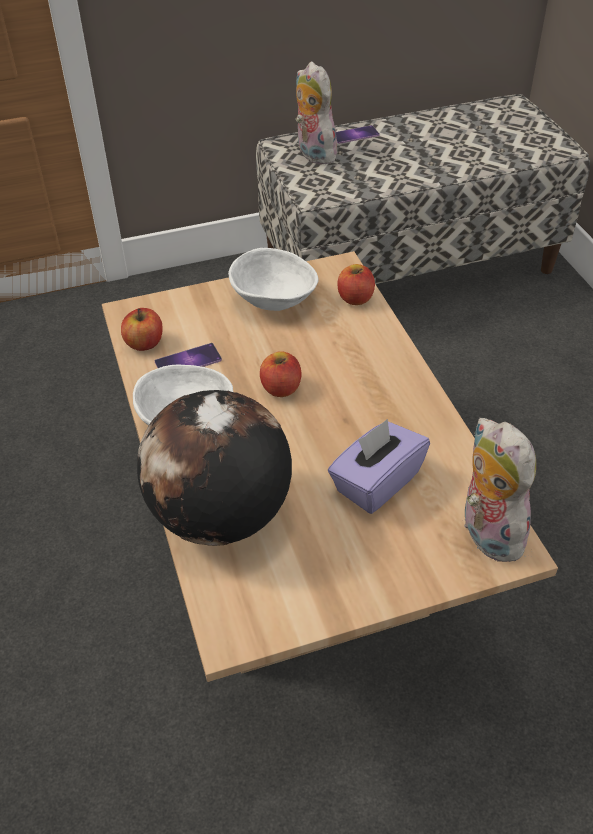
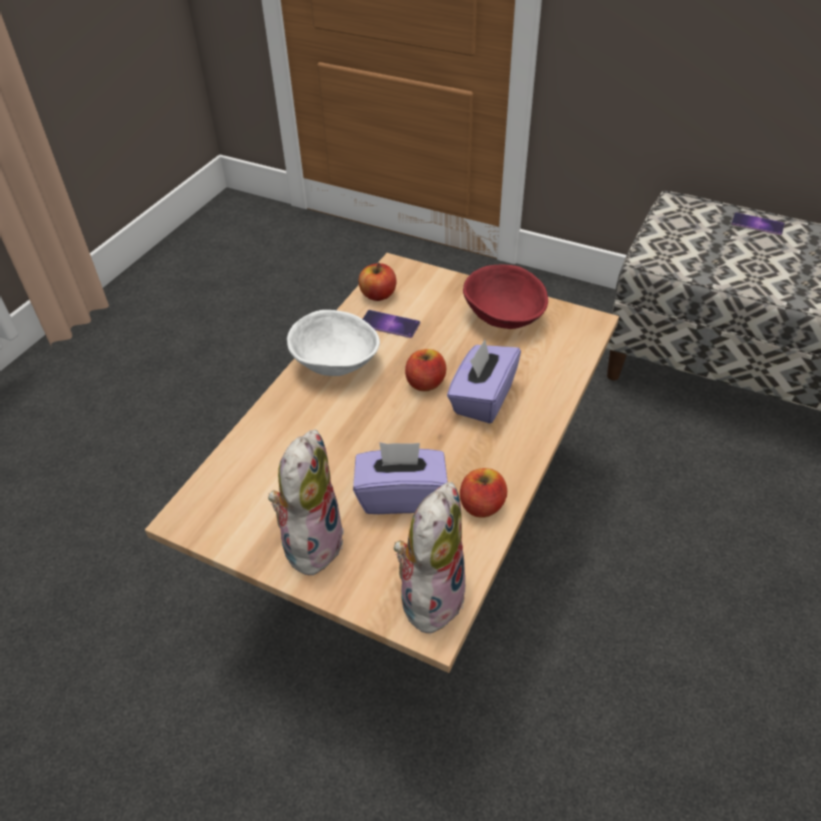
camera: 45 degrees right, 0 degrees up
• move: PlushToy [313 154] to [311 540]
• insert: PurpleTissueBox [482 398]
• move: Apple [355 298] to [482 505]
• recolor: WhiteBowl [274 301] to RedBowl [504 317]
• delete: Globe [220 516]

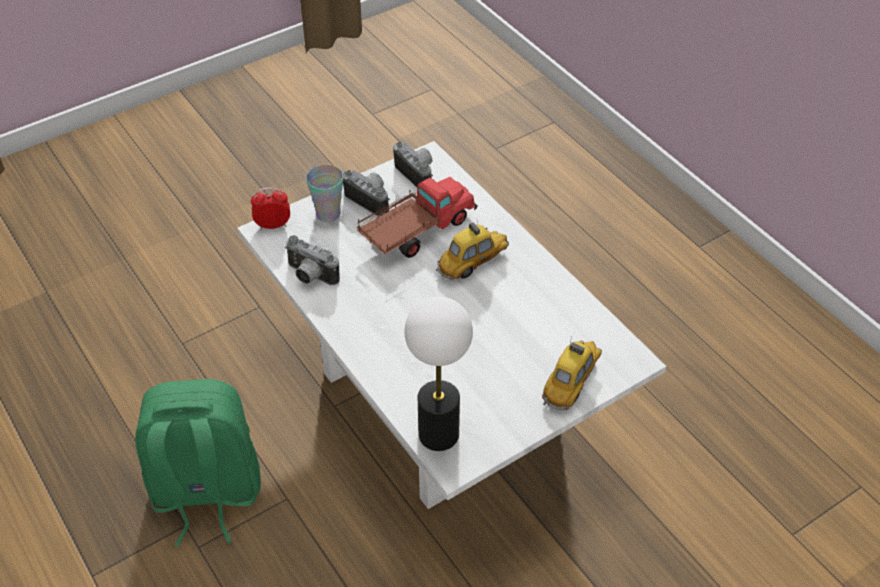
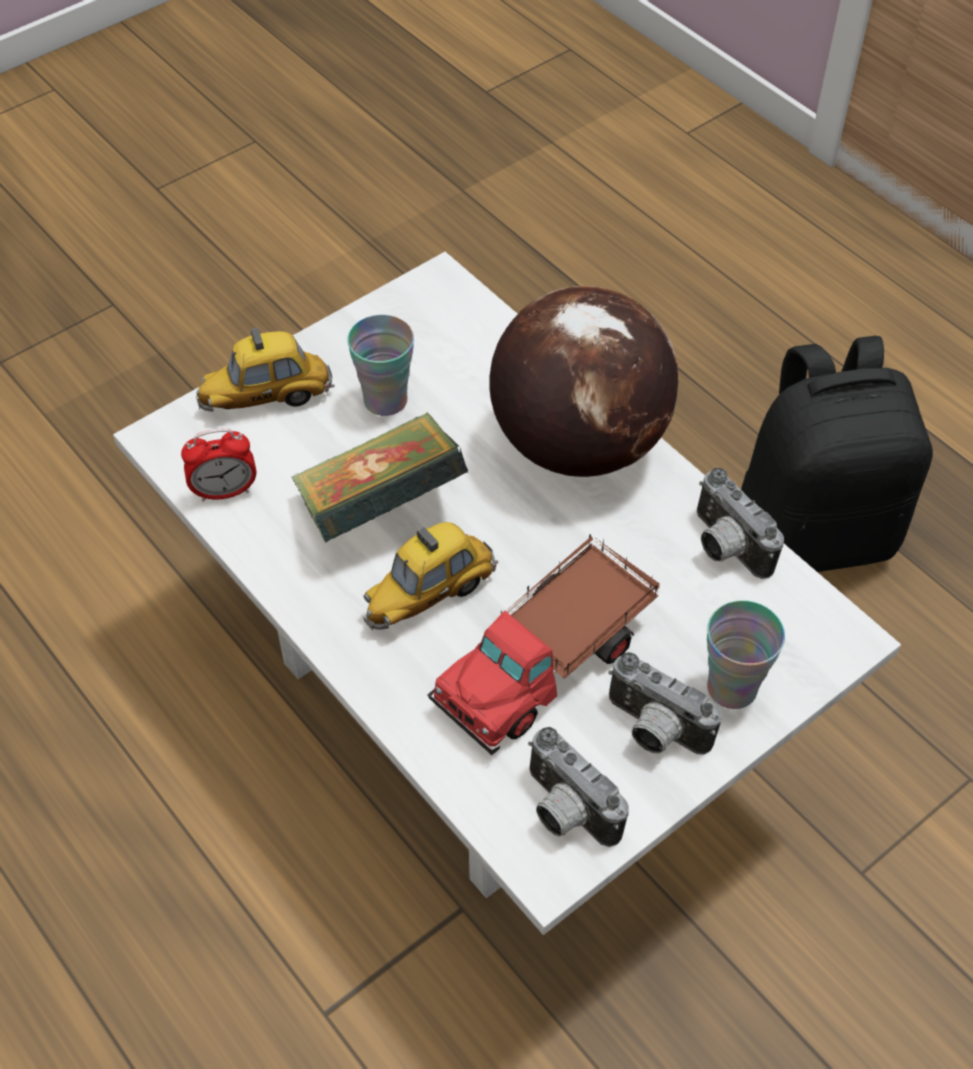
camera: 175 degrees right, 5 degrees up
• move: AlarmClock [273 225] to [225 491]
• rotate: ToyCar [572 382] = [266 398] 45 degrees clockwise
• insert: Book [381 508]
• insert: Cup [385 400]
• insert: Globe [577 443]
• rotate: PhotoCamera [309 276] = [724 547] 150 degrees counterclockwise
• recolor: GreenBackpack [206 492] to BlackBackpack [814 531]
• delete: TableLamp [438 433]

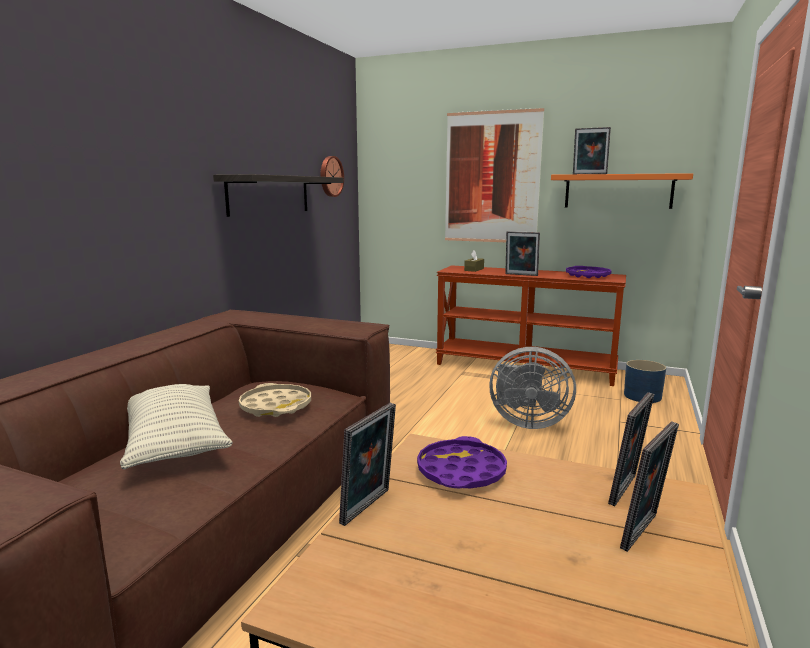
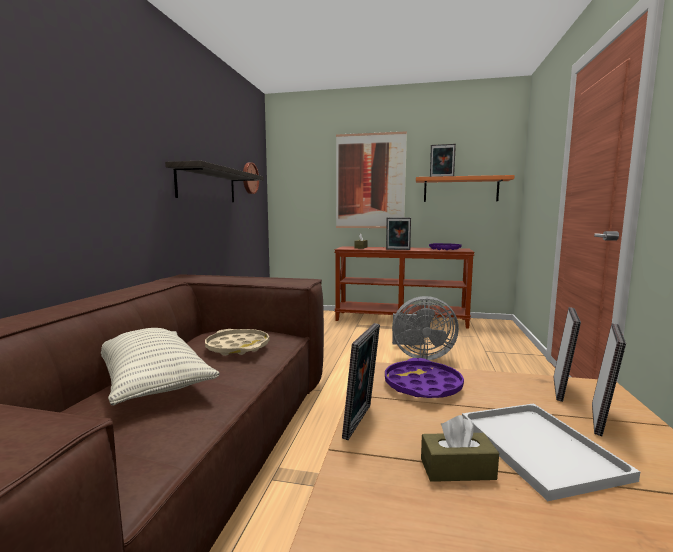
camera: 10 degrees left, 5 degrees down
• insert: BrownTissueBox [457 469]
• insert: WhiteTray [542 449]
• delete: BluePlanter [642 396]

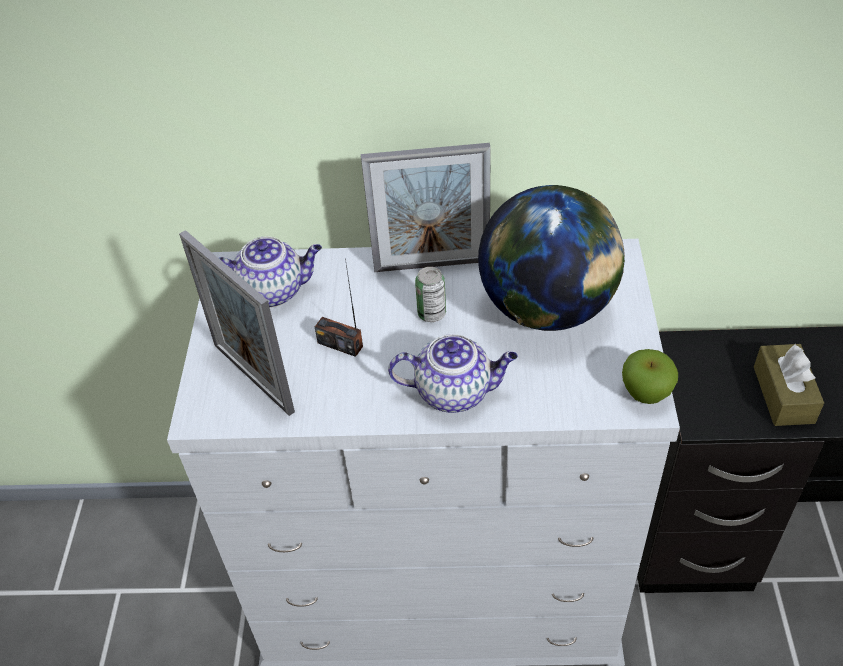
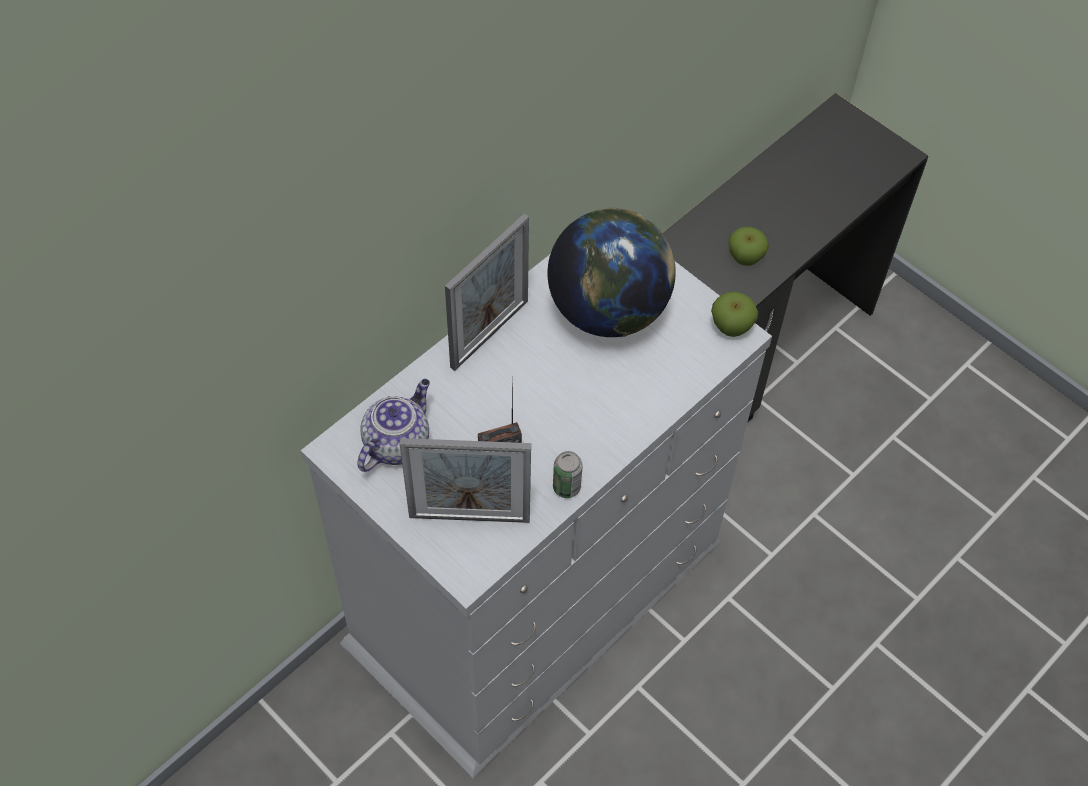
camera: 50 degrees left, 10 degrees up
• move: Can [431 314] to [566 487]
• replace: BrownTissueBox [783 394] to Apple [745 258]
• delete: Teapot [455 392]

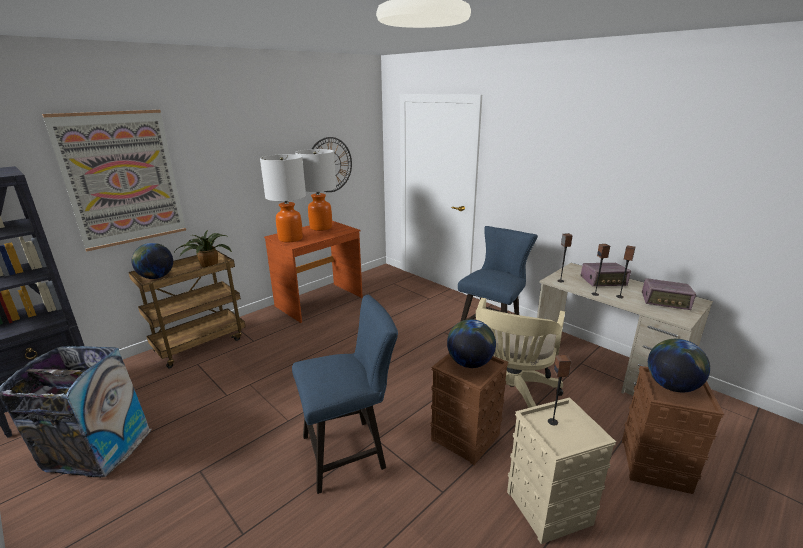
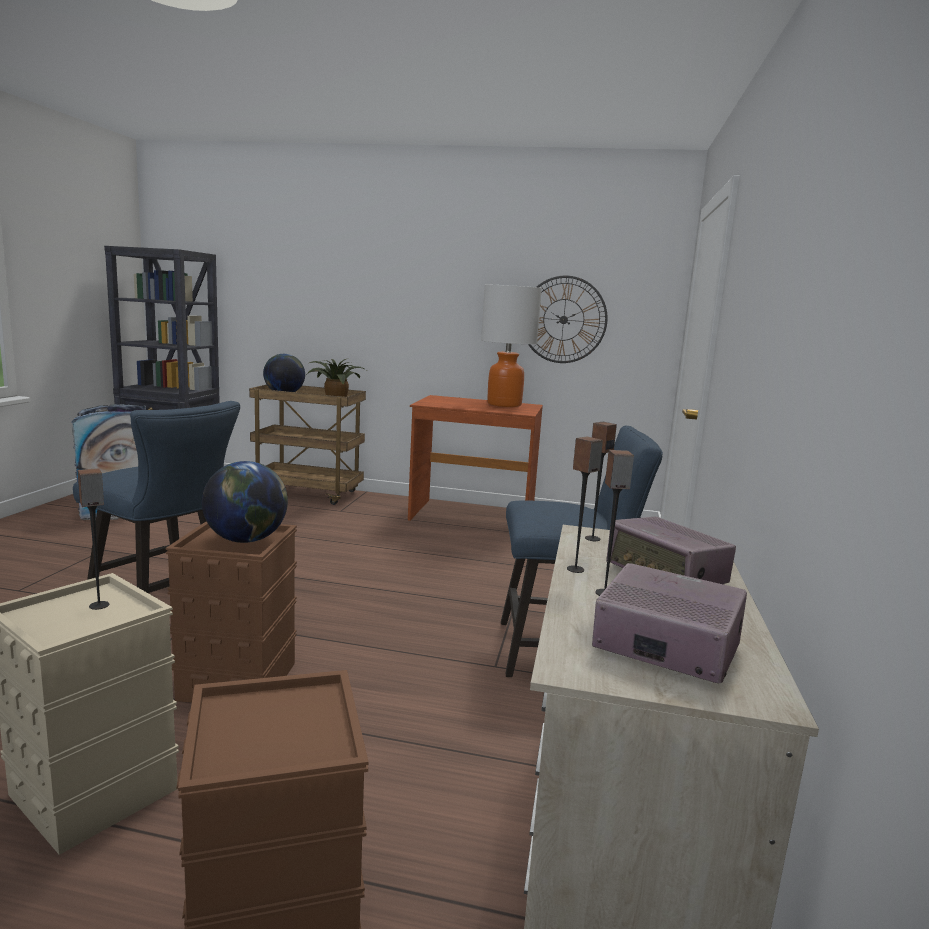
camera: 55 degrees right, 10 degrees down
• rotate: Radio [665 302] = [664 647] 135 degrees clockwise
• delete: Picture [122 179]
• delete: TableLamp [290 239]
• delete: BeigeOfficeChair [510 394]
• delete: Globe [671 386]

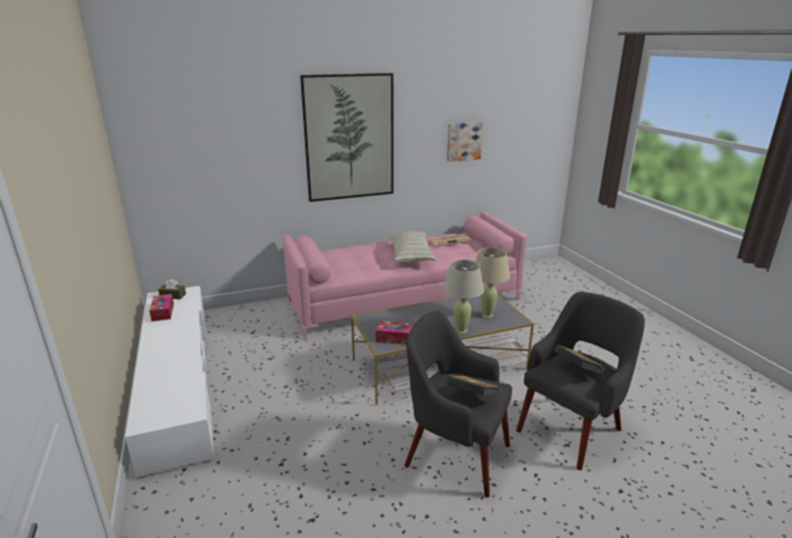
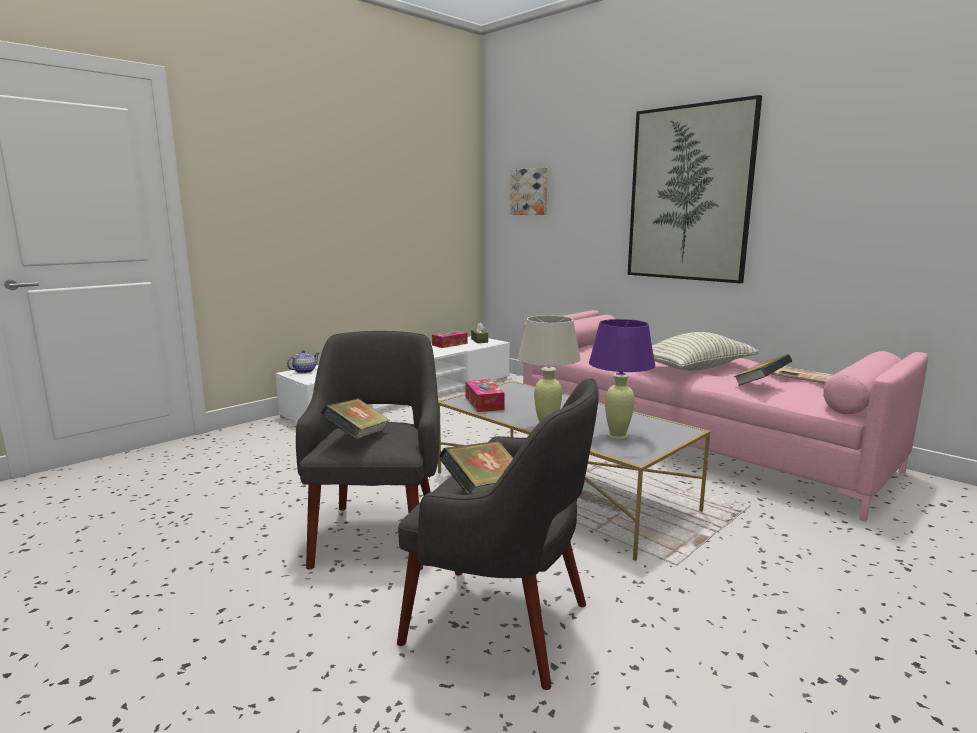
camera: 65 degrees right, 10 degrees down
• insert: Teapot [304 371]
• move: Picture [463 141] to [530 192]
• recolor: BeigeTableLamp [487 314] to PurpleTableLamp [618 436]
• insert: Book [761 385]

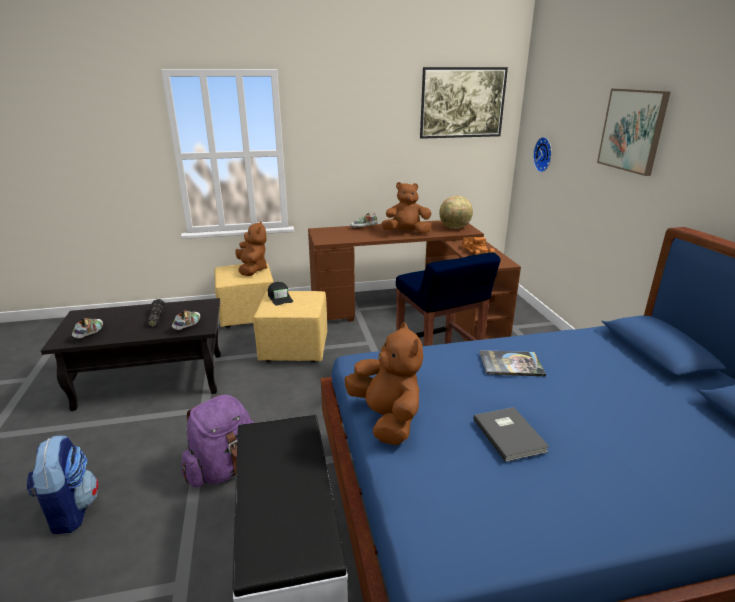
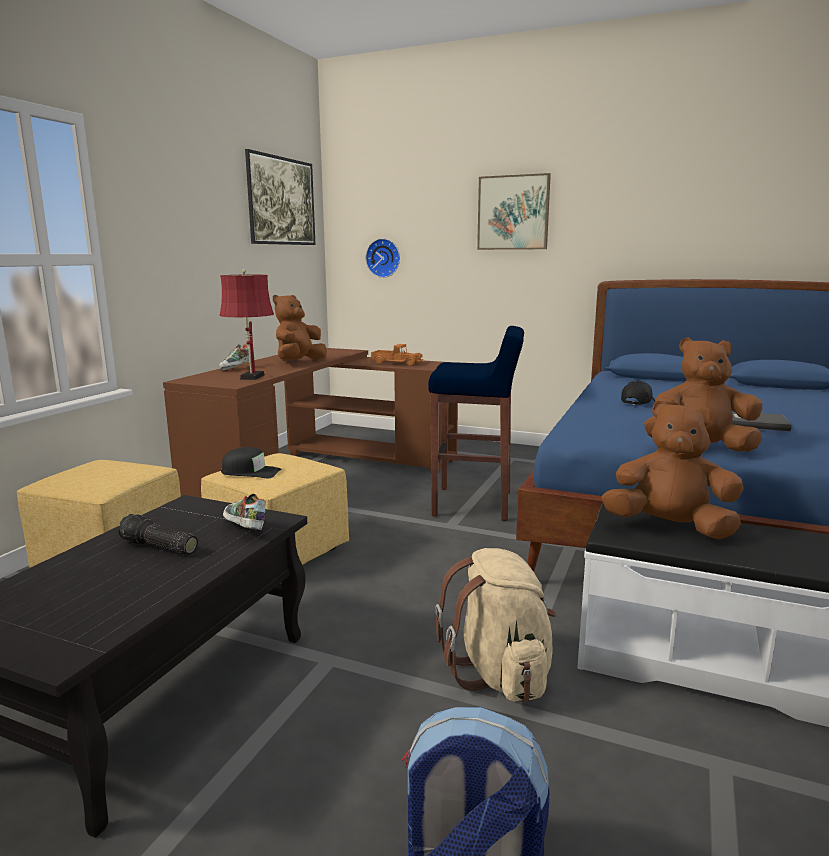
camera: 55 degrees left, 10 degrees down
• insert: RedTableLamp [251 377]
• recolor: PurpleBackpack [225 468] to BeigeBackpack [500 673]
• move: BrownPlushToy [252 270] to [669 527]
• replace: Book [511 364] to BlackCap [637 402]
• delete: Shoe [89 334]
• delete: Globe [455 228]

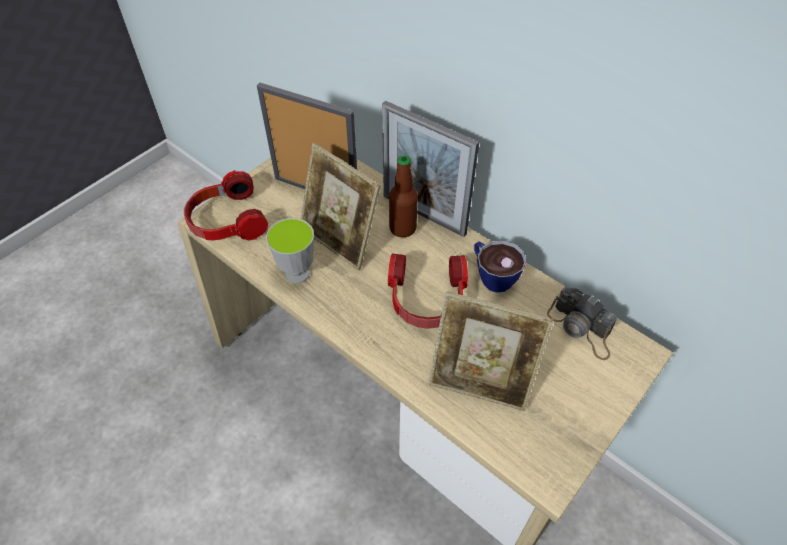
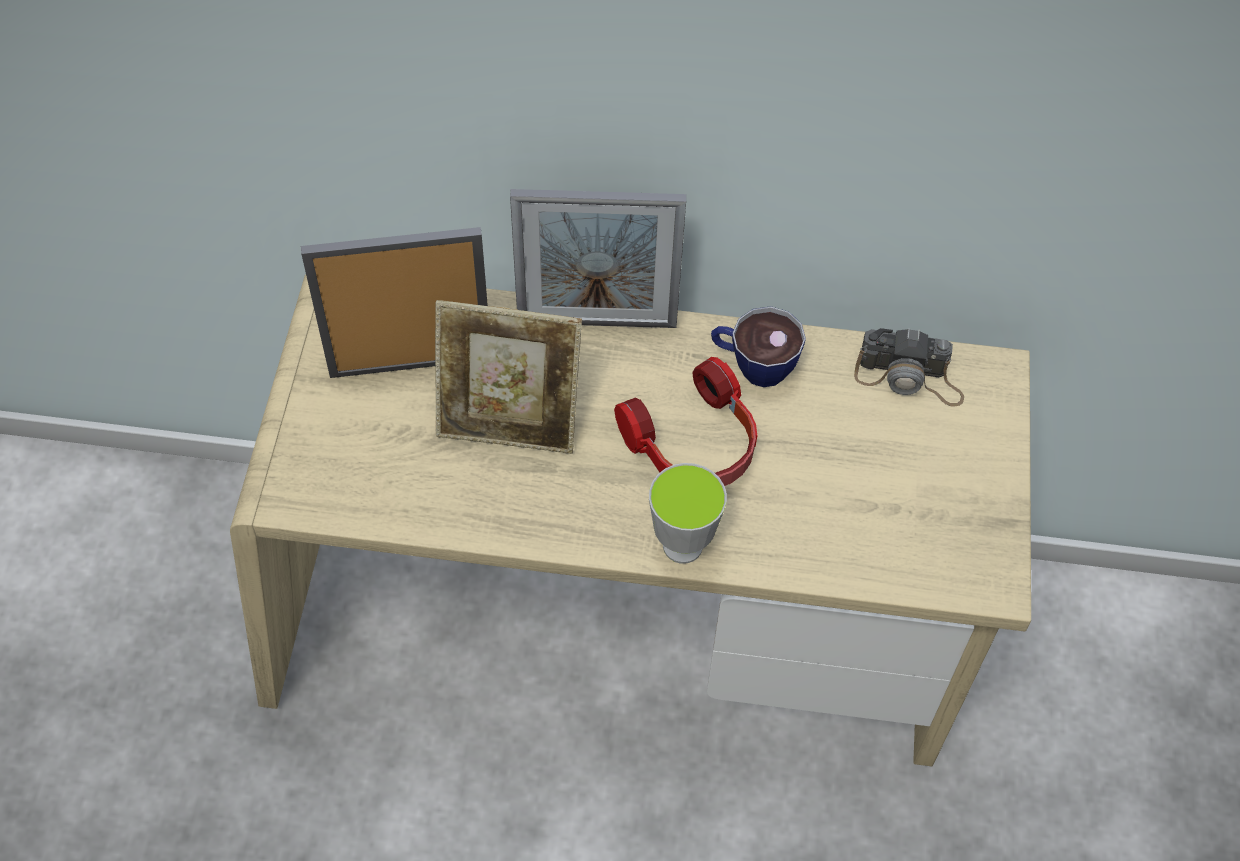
camera: 35 degrees left, 5 degrees up
• move: Cup [297 274] to [682 545]
• delete: Headphones [226 221]
• delete: Bottle [402 228]
• delete: PictureFrame [480 381]

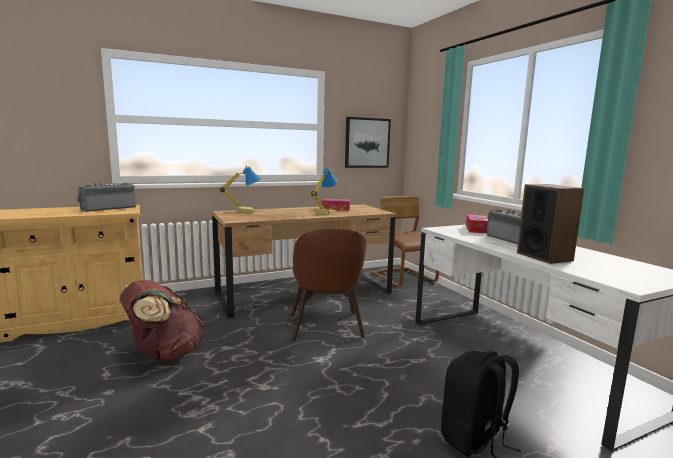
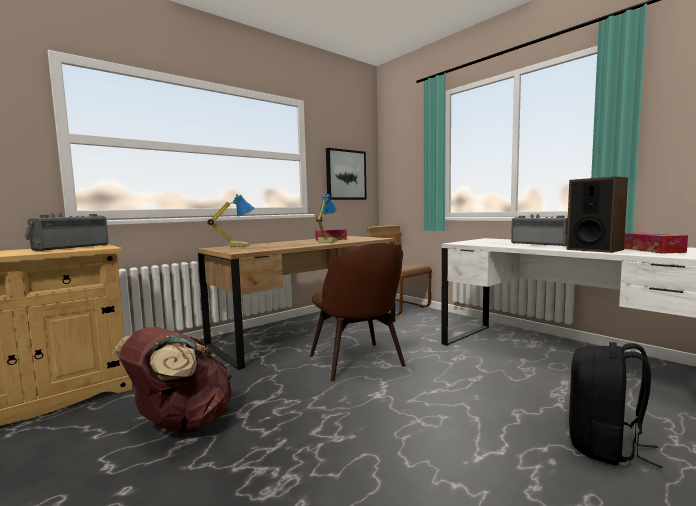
camera: 15 degrees left, 5 degrees down
• move: TissueBox [476 229] to [652 250]

